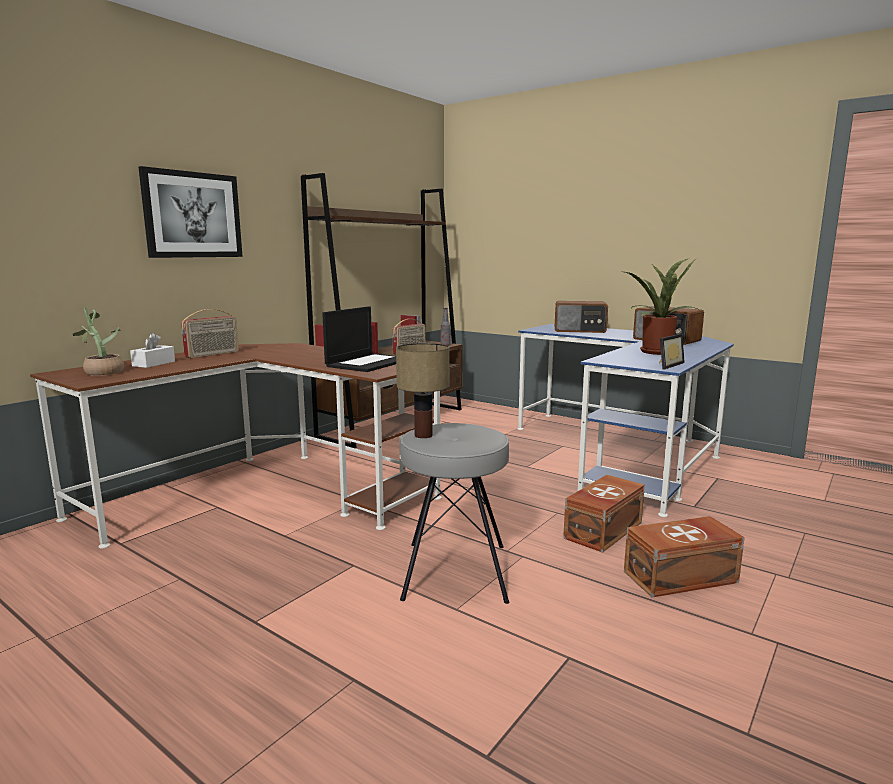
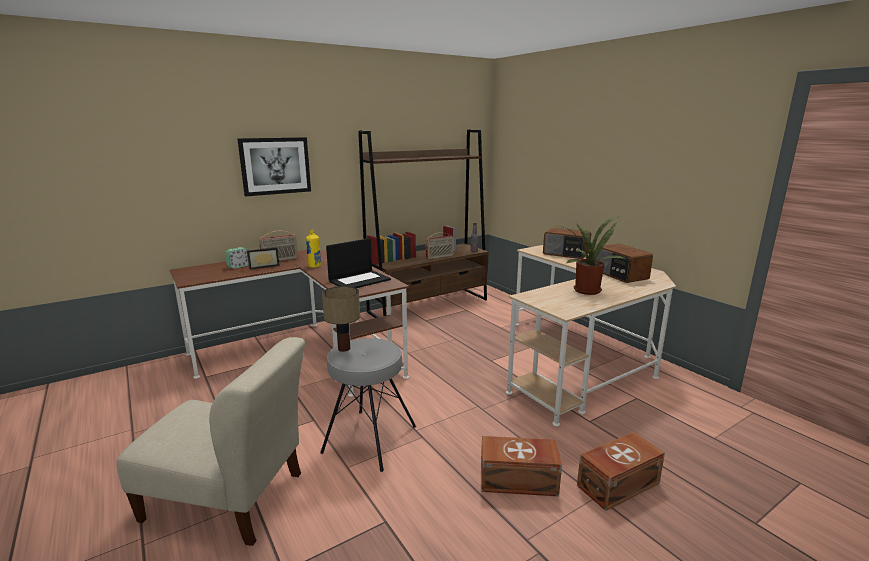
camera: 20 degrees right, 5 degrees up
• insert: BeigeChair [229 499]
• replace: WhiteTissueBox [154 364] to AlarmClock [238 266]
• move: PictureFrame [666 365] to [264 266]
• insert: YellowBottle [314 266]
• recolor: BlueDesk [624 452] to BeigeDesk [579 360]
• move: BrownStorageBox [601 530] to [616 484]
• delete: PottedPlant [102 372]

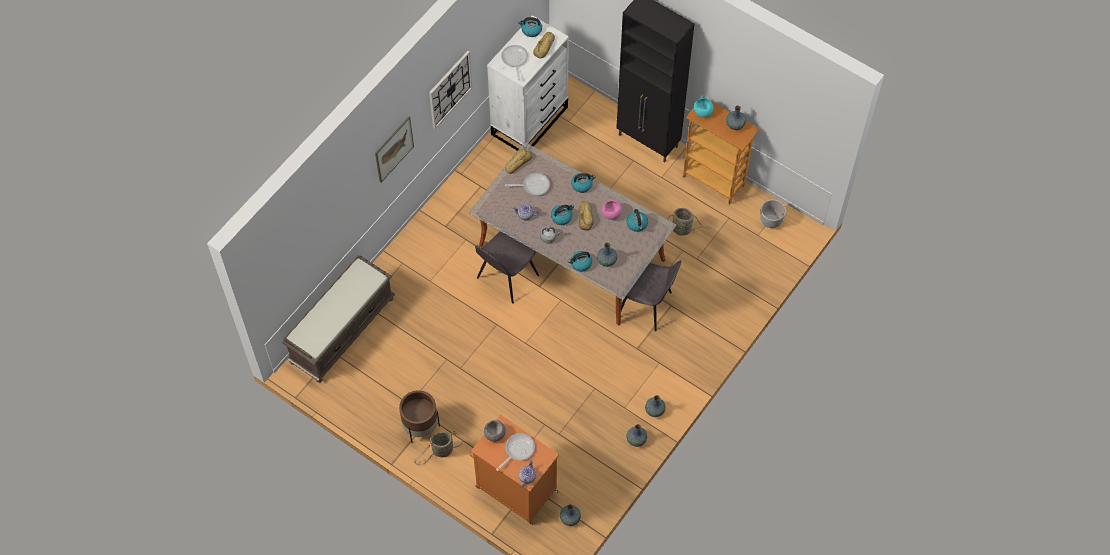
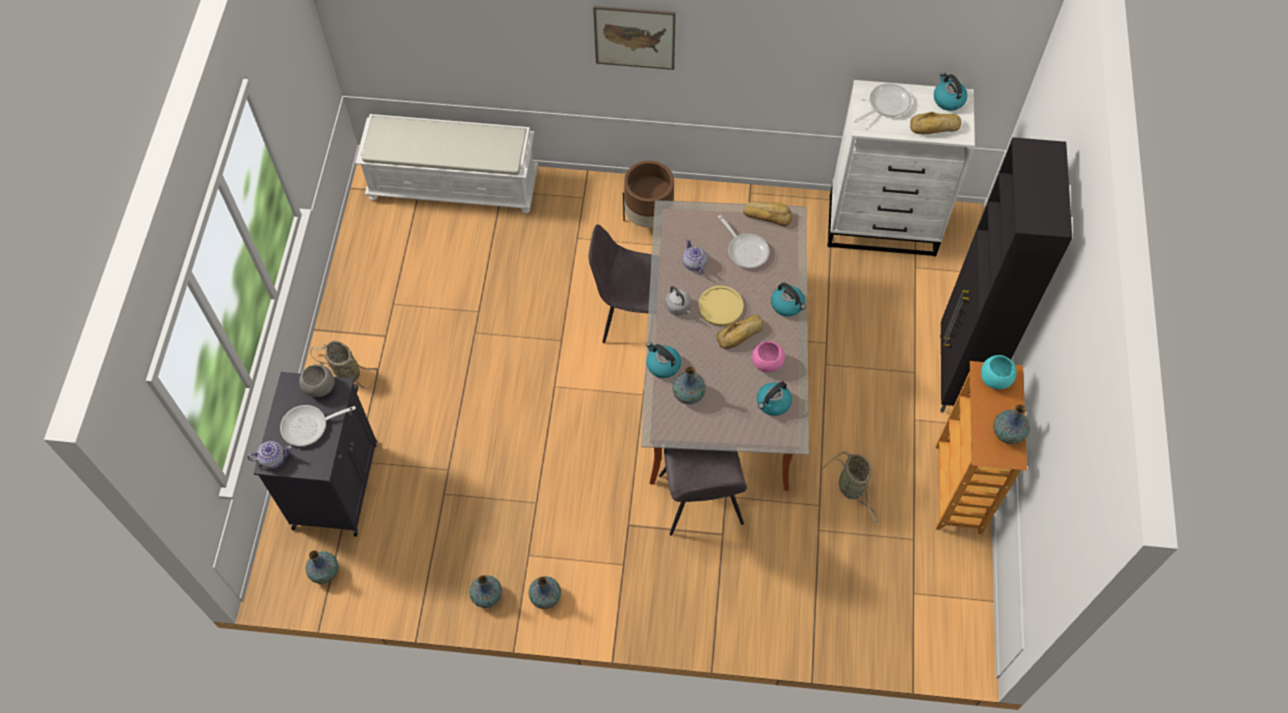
camera: 60 degrees right, 0 degrees up
• recolor: OrangeCabinet [515 488] to BlackCabinet [336 483]
• rotate: FryingPan [517 450] = [309 426] 150 degrees clockwise
• recolor: BrownBench [342 329] to WhiteBench [454 185]
• move: BrownPlanter [421 427] to [649 219]
• replace: Kettle [562 217] to YellowPlate [720 306]
• delete: WallClock [450 89]
• delete: GreyPlanter [771 221]

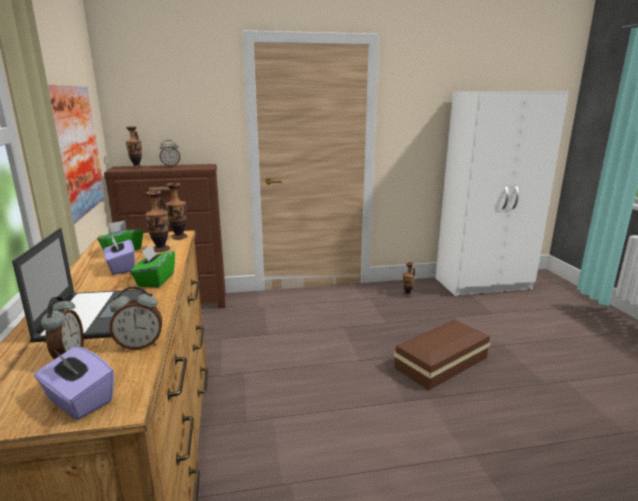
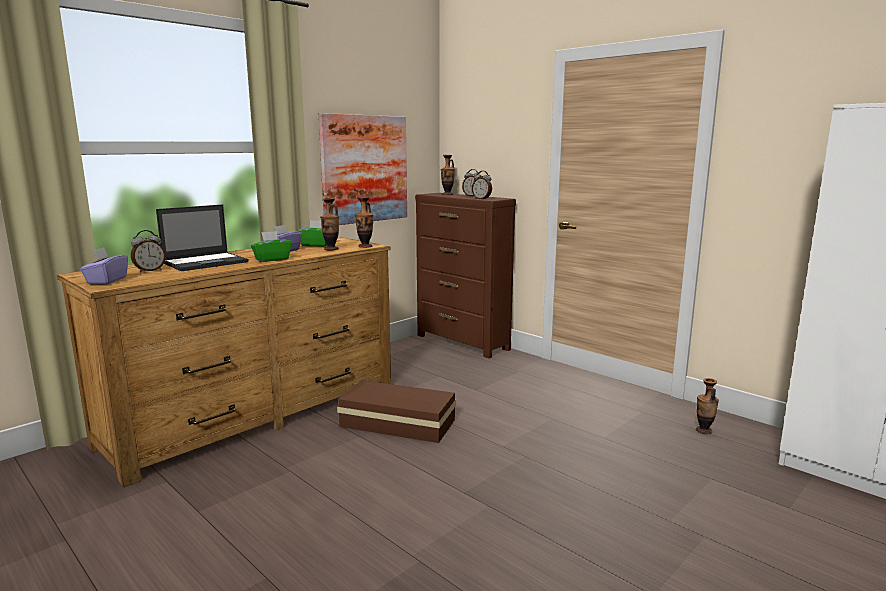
camera: 55 degrees right, 5 degrees down
• move: BrownStorageBox [443 363] to [399 424]
• move: AlarmClock [140 345] to [482 199]

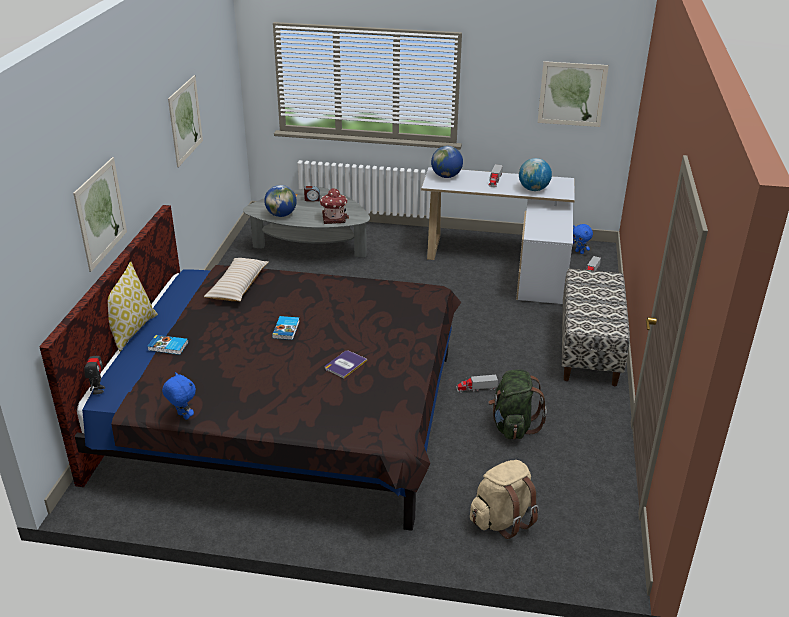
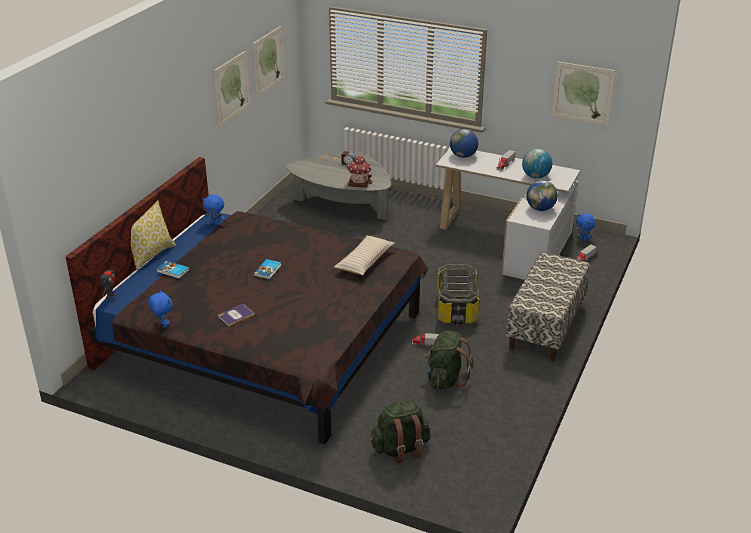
camera: 15 degrees right, 0 degrees up
• insert: BluePlushToy [215 223]
• move: Book [345 364] to [236 315]
• move: Picture [100 213] to [268 61]
• move: BeigePillow [238 287] to [364 261]
• recolor: BeigeBackpack [502 519] to GreenBackpack [400 449]
• insert: StorageBox [457 308]
• move: Globe [281 215] to [540 209]

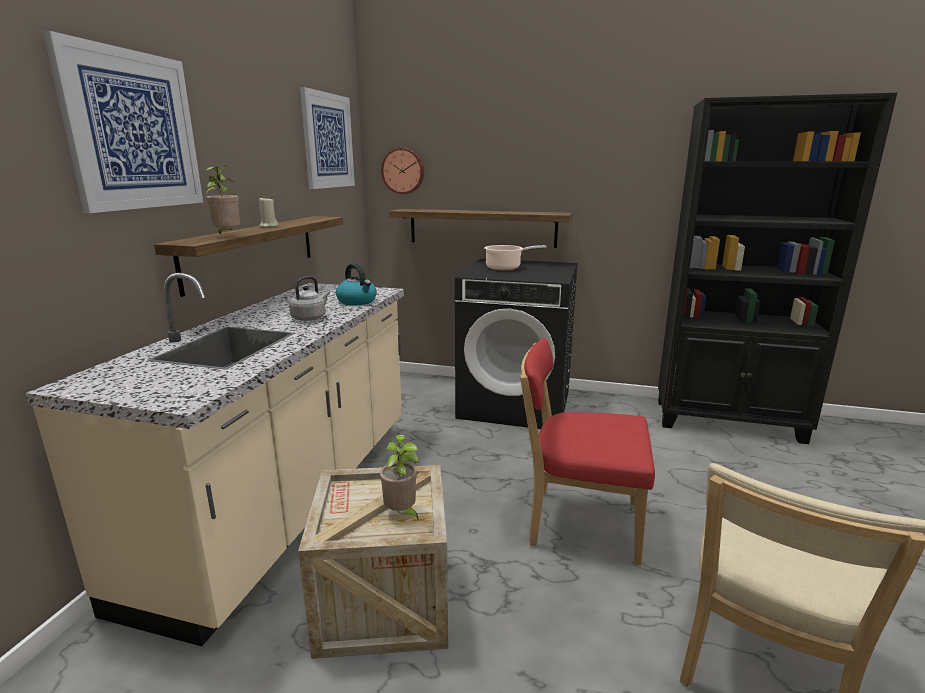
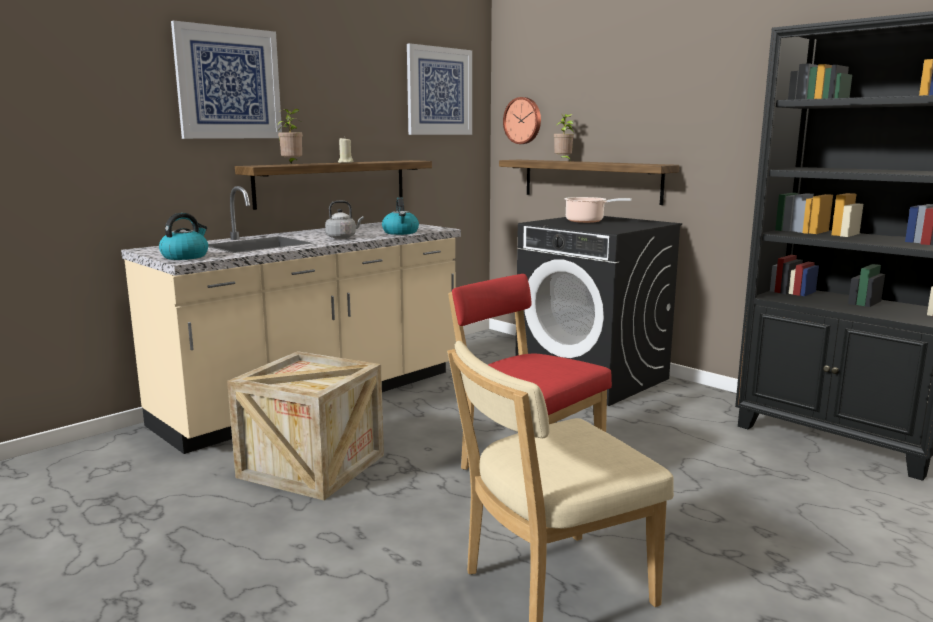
camera: 30 degrees right, 5 degrees down
• insert: Kettle [185 256]
• move: PottedPlant [401 514] to [563 161]

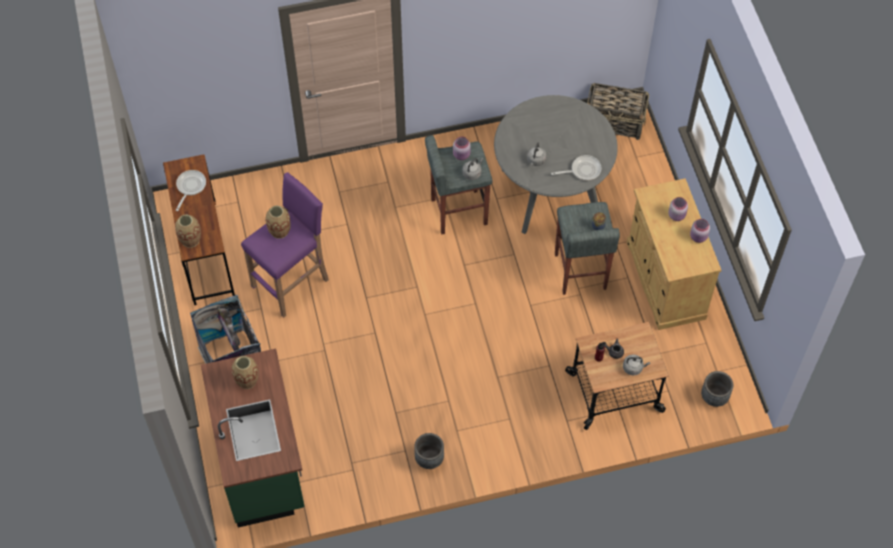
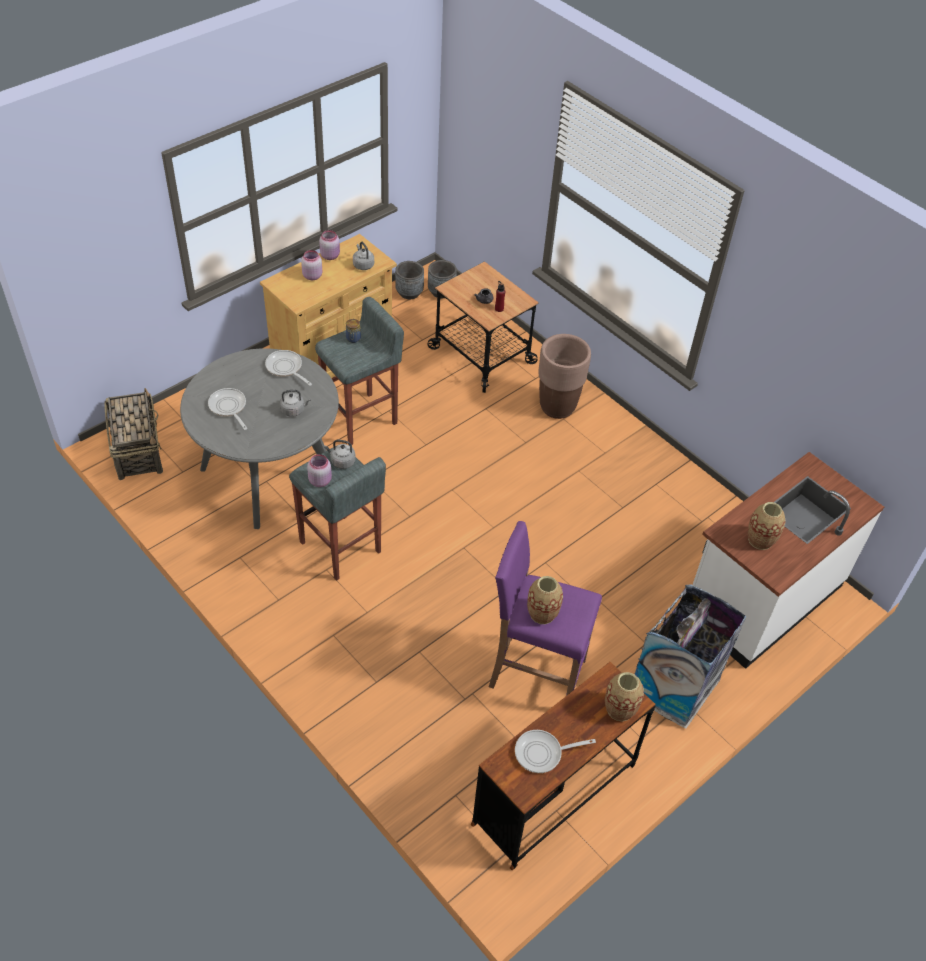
camera: 120 degrees left, 10 degrees down
• insert: FryingPan [228 408]
• move: GreyKettle [633 368] to [363 264]
• move: GreyPlanter [429 459] to [409 293]
• insert: BrownPlanter [557 407]
• recolor: GreenCounter [262 461] to WhiteCounter [761 598]

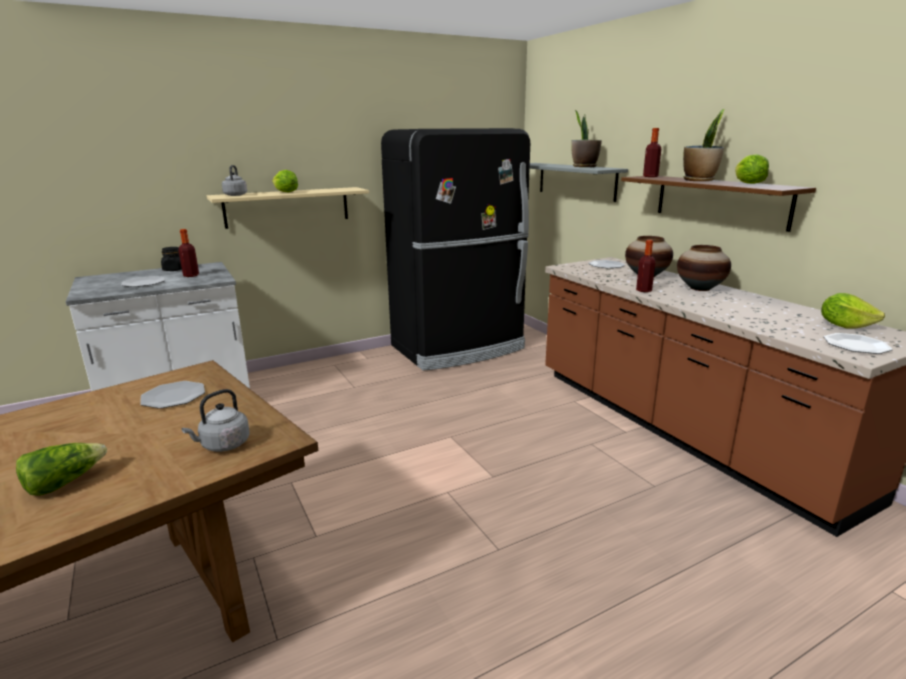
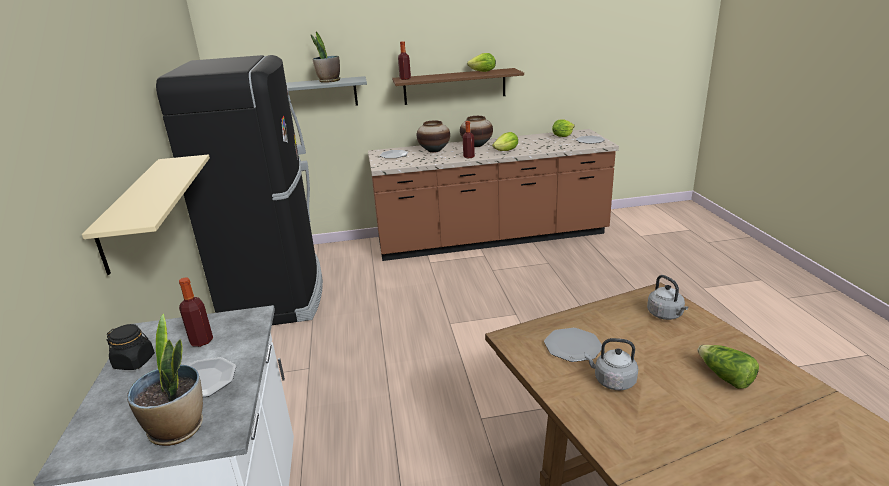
camera: 70 degrees left, 5 degrees up
• move: PottedPlant [699 180] to [178 429]
• move: Lettuce [285 192] to [506 151]
• move: GreyKettle [236 195] to [612 381]

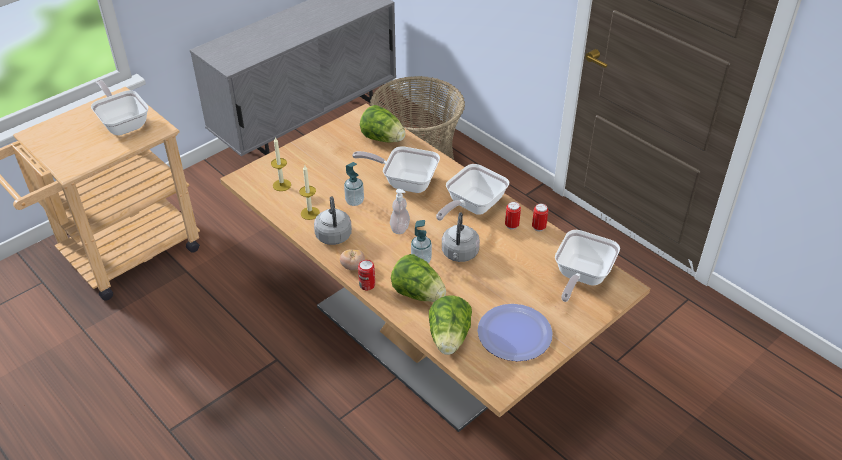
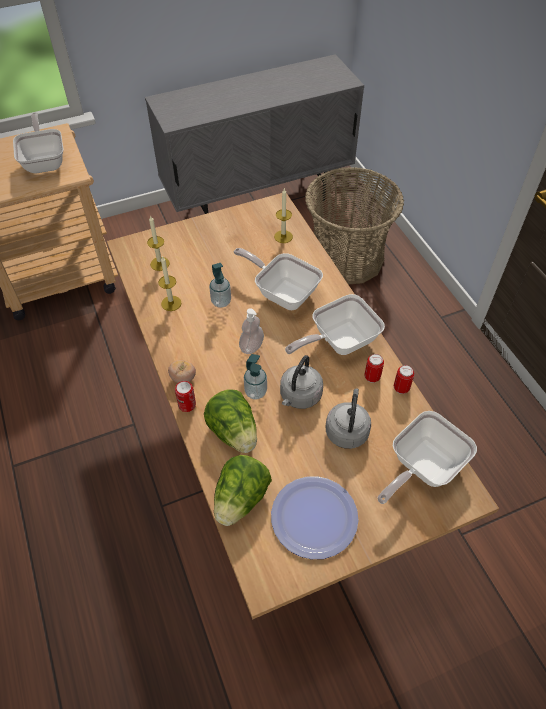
camera: 20 degrees right, 10 degrees up
• replace: Lettuce [383 139] to Candle [283 236]
• move: GreyKettle [333 234] to [347 430]

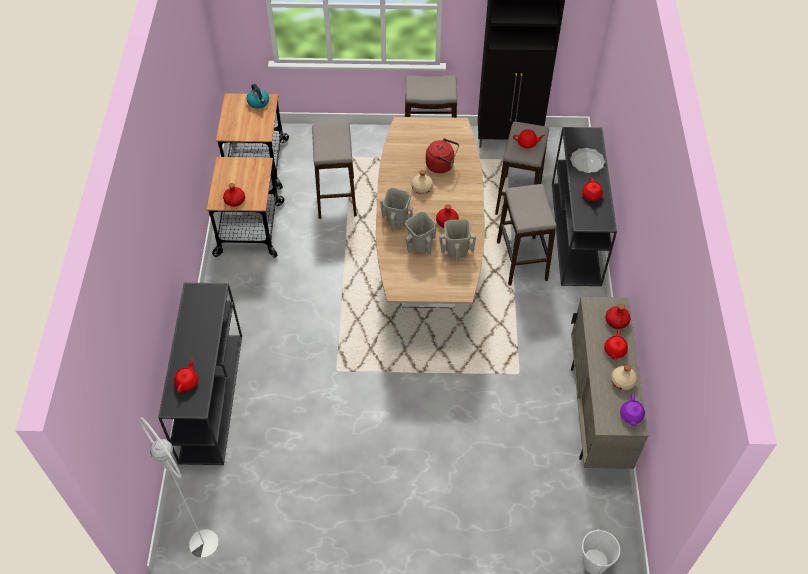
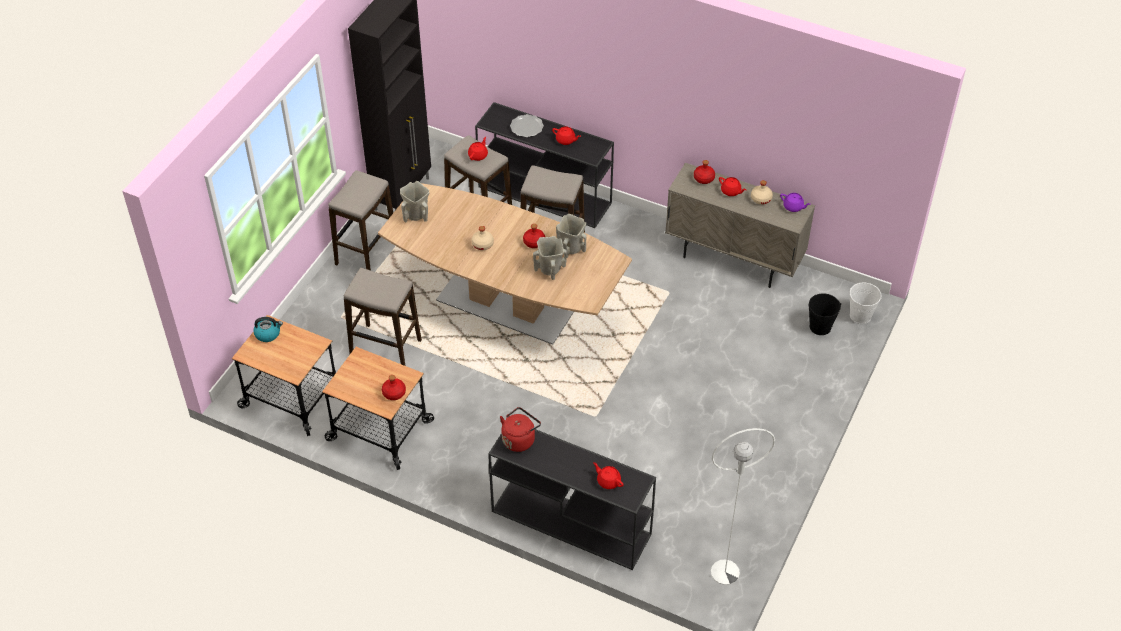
camera: 65 degrees left, 5 degrees down
• move: BeigeVase [396 221] to [416 215]
• move: RedKettle [441 165] to [519 439]
• insert: BlackBucket [820 326]

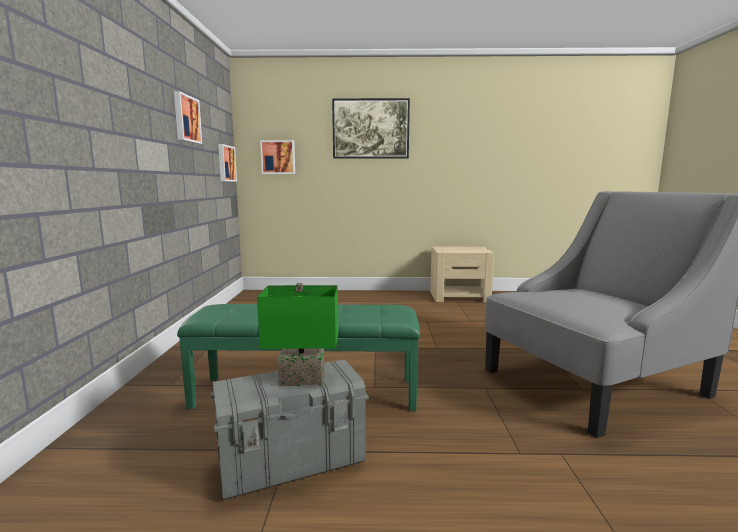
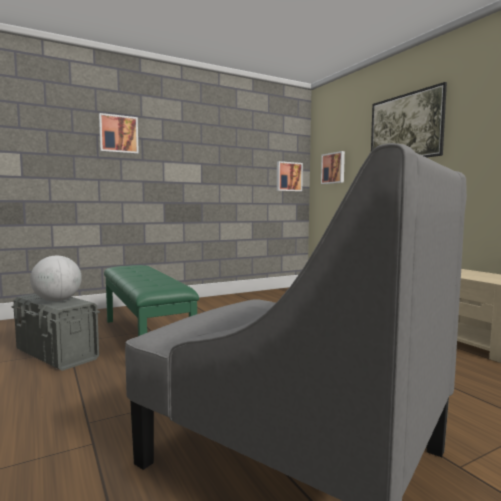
camera: 60 degrees right, 5 degrees down
• replace: GreenTableLamp [303 378] to Globe [57 300]
• move: Picture [186 119] to [118 134]

